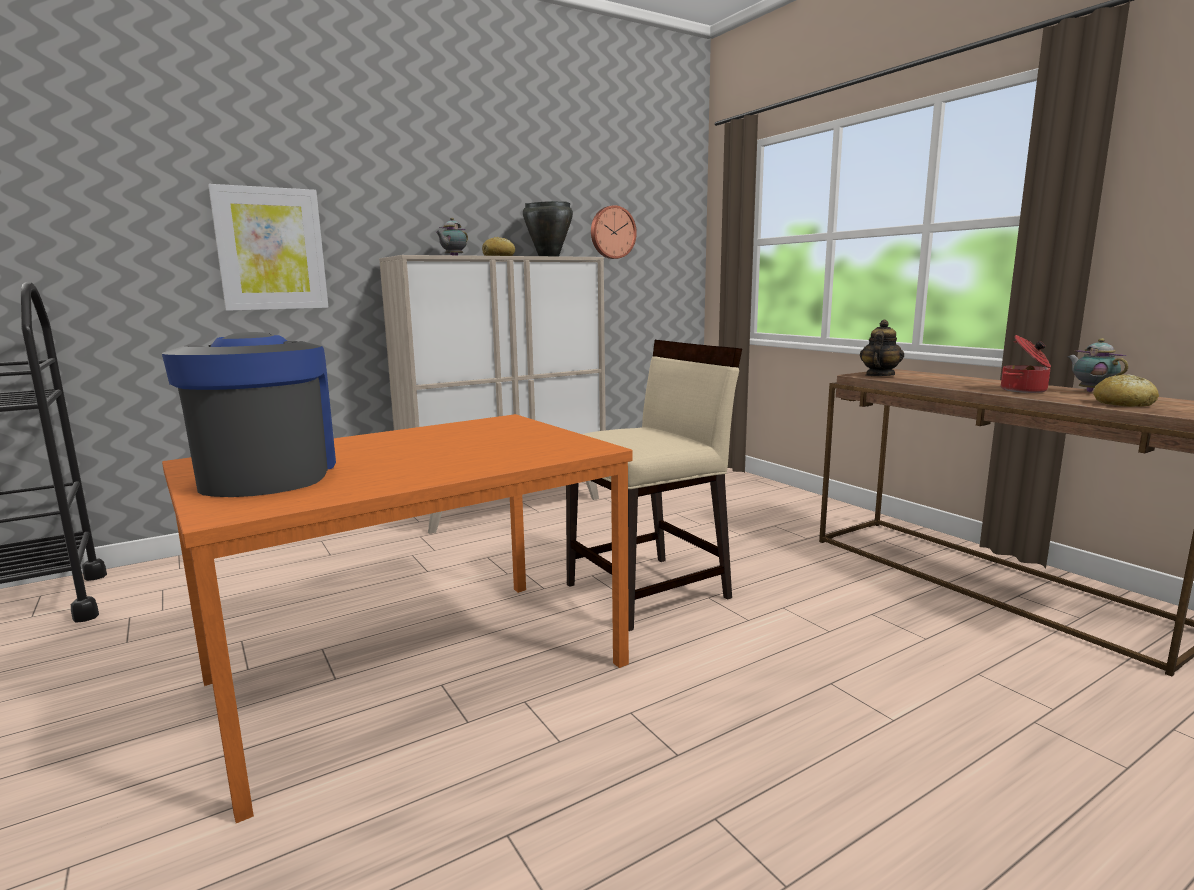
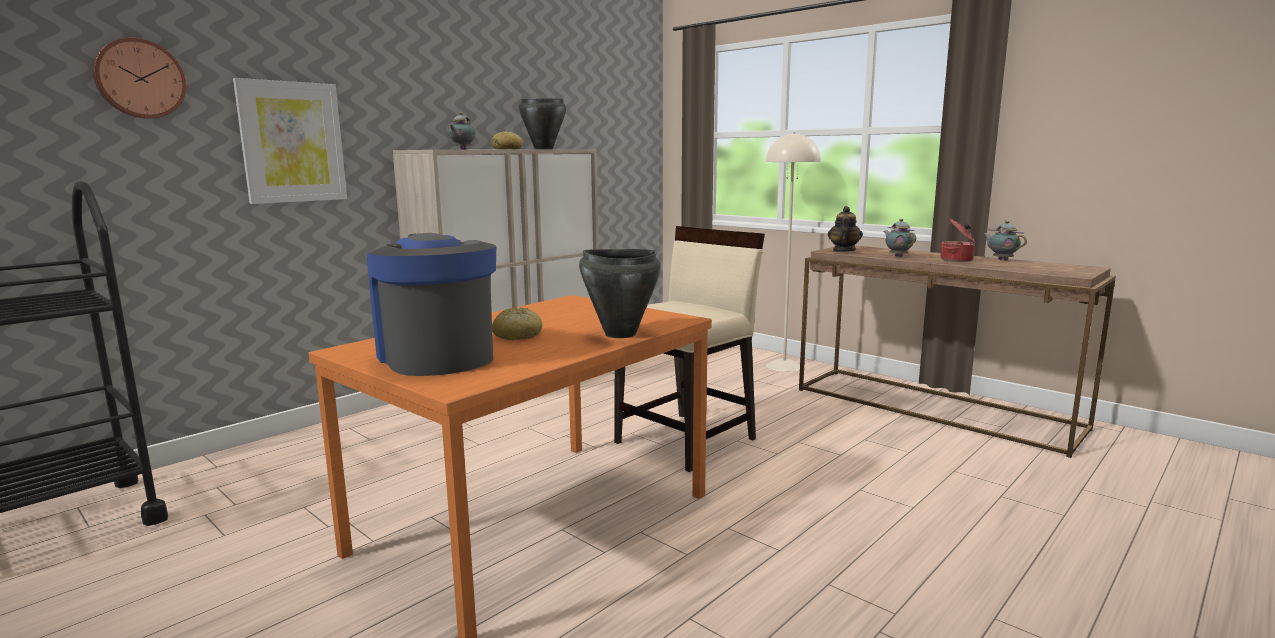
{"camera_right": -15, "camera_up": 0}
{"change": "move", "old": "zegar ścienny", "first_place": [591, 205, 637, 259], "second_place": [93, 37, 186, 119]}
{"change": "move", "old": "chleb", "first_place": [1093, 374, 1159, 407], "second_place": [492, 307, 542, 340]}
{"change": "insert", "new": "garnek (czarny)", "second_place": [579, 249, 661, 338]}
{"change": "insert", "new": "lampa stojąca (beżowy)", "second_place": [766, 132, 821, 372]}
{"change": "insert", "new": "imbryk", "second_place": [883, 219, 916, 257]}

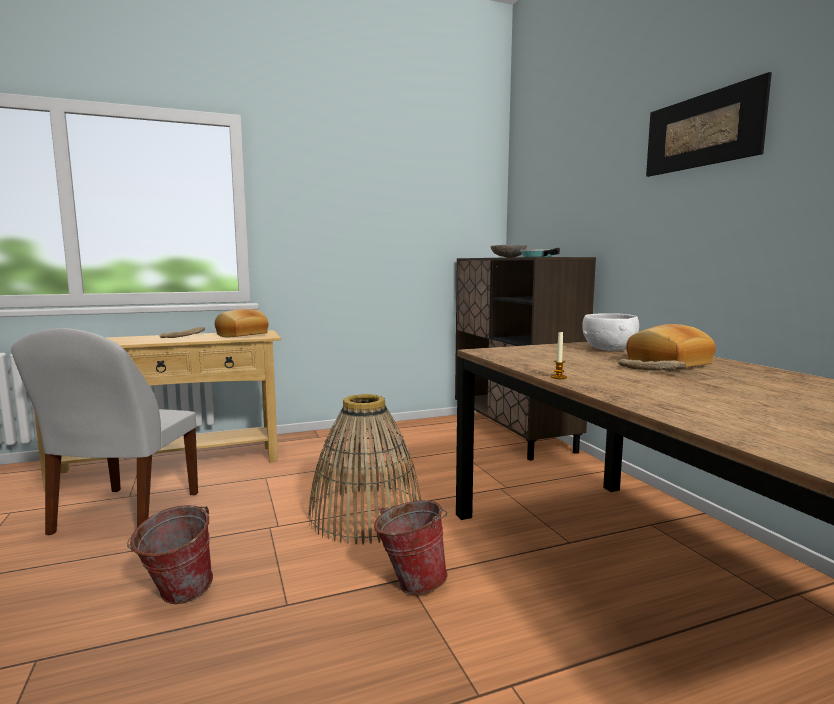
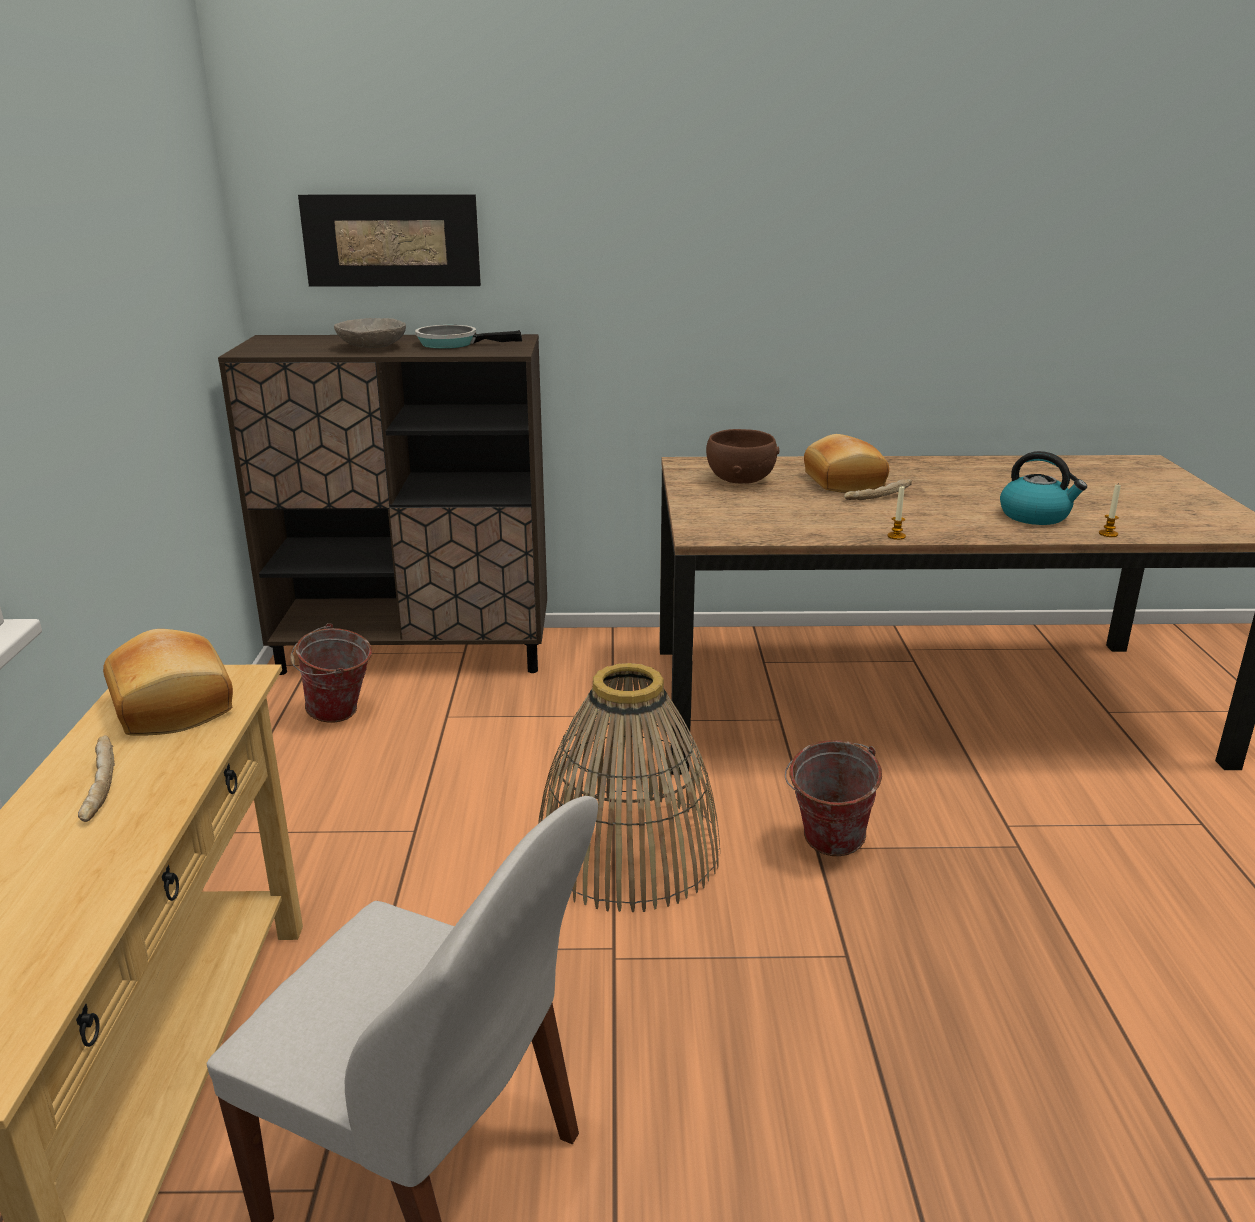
{"camera_right": -70, "camera_up": 15}
{"change": "move", "old": "wiadro", "first_place": [127, 505, 213, 604], "second_place": [290, 623, 372, 722]}
{"change": "move", "old": "obraz", "first_place": [646, 72, 772, 177], "second_place": [298, 194, 481, 287]}
{"change": "recolor", "old": "miska (biały)", "new": "miska (brązowy)", "first_place": [582, 313, 639, 351], "second_place": [706, 429, 779, 484]}
{"change": "insert", "new": "czajnik", "second_place": [1000, 451, 1087, 525]}
{"change": "insert", "new": "świeca", "second_place": [1099, 485, 1121, 537]}

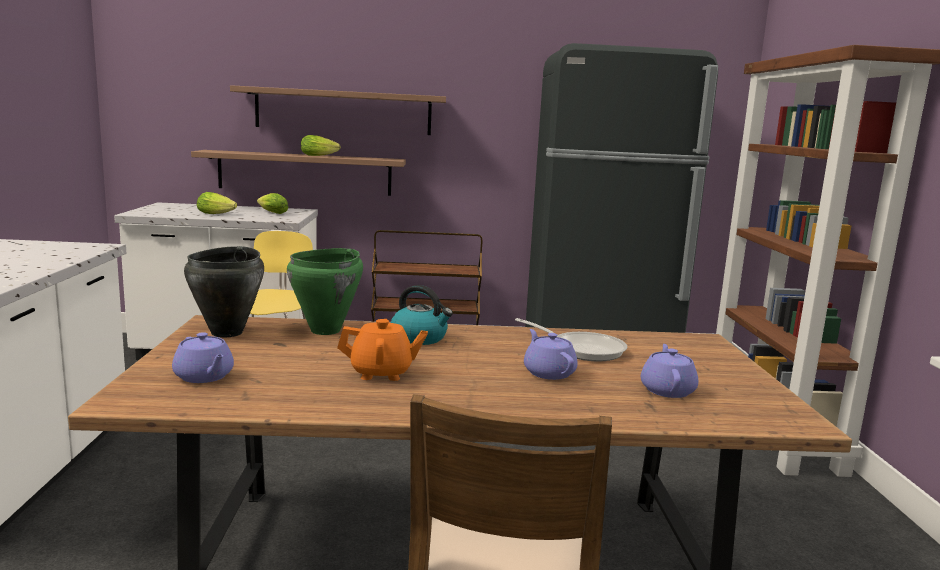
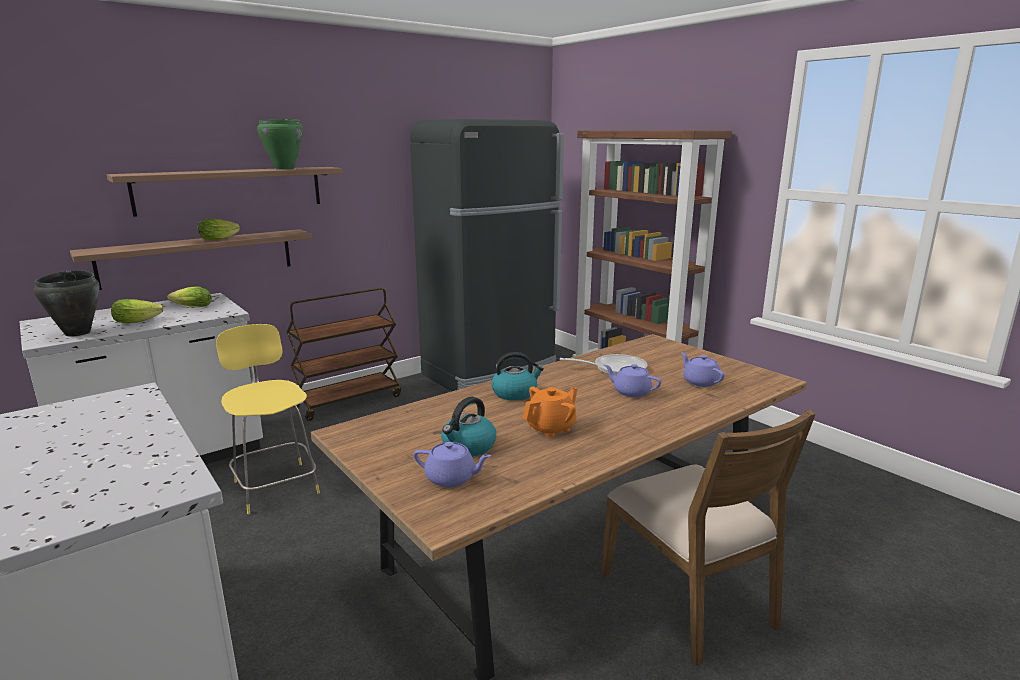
{"camera_right": -35, "camera_up": 5}
{"change": "move", "old": "garnek (czarny)", "first_place": [184, 246, 264, 337], "second_place": [34, 270, 100, 337]}
{"change": "move", "old": "garnek (zielony)", "first_place": [287, 248, 363, 335], "second_place": [257, 119, 303, 170]}
{"change": "insert", "new": "czajnik", "second_place": [441, 397, 496, 457]}

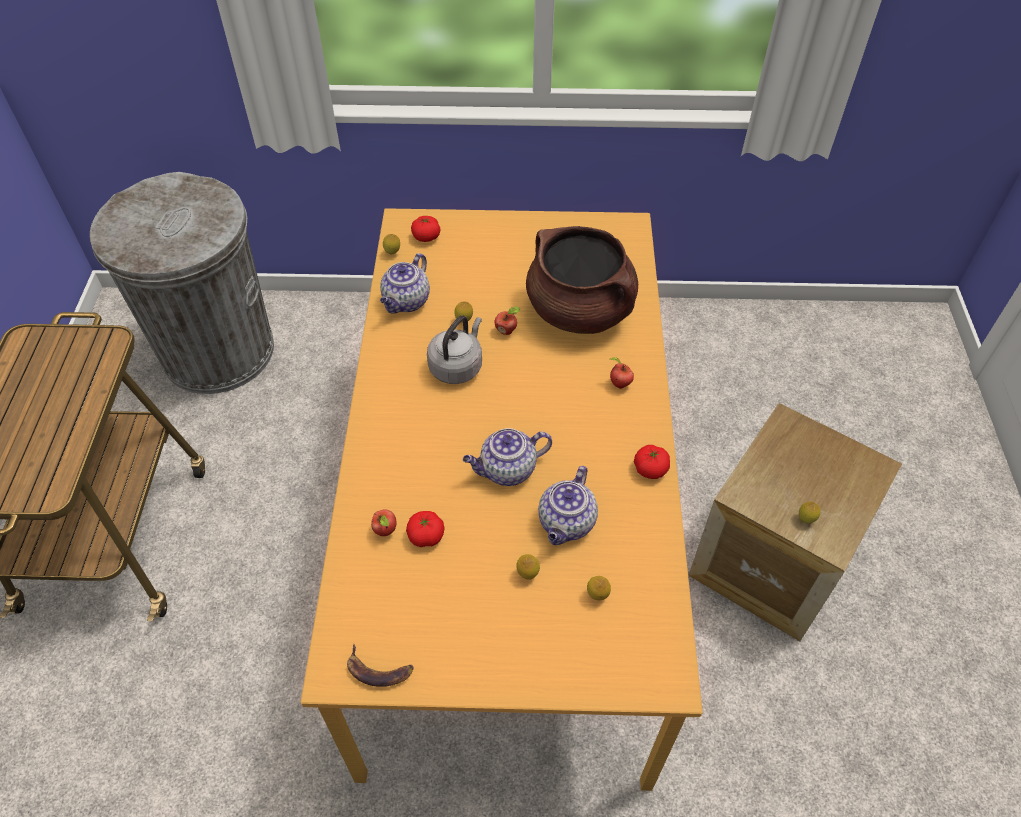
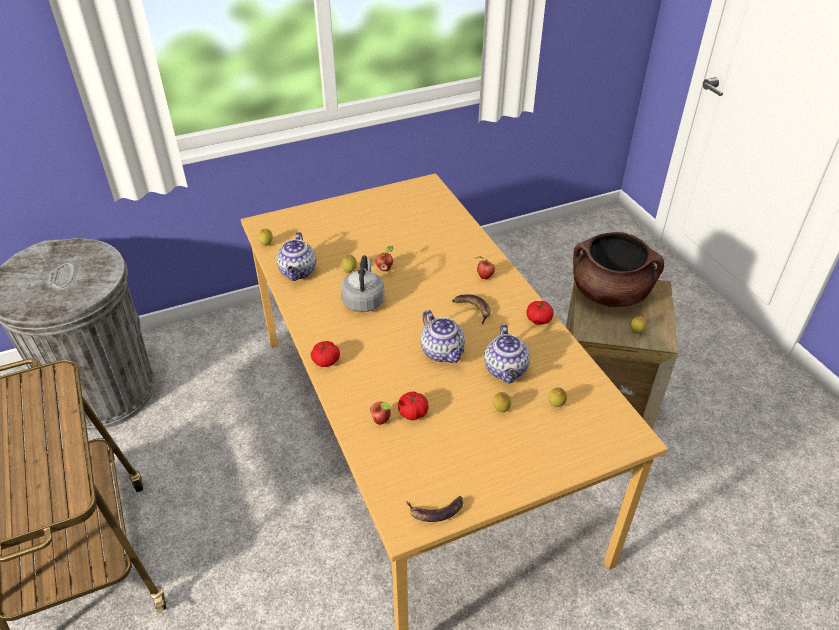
{"camera_right": -25, "camera_up": -10}
{"change": "move", "old": "pomidor", "first_place": [411, 216, 441, 242], "second_place": [311, 341, 340, 367]}
{"change": "rotate", "old": "imbryk", "first_place": [463, 428, 552, 486], "second_place": [421, 310, 465, 363], "degrees": -75}
{"change": "insert", "new": "banan", "second_place": [452, 294, 491, 324]}
{"change": "move", "old": "garnek (brązowy)", "first_place": [526, 226, 638, 334], "second_place": [573, 232, 664, 307]}

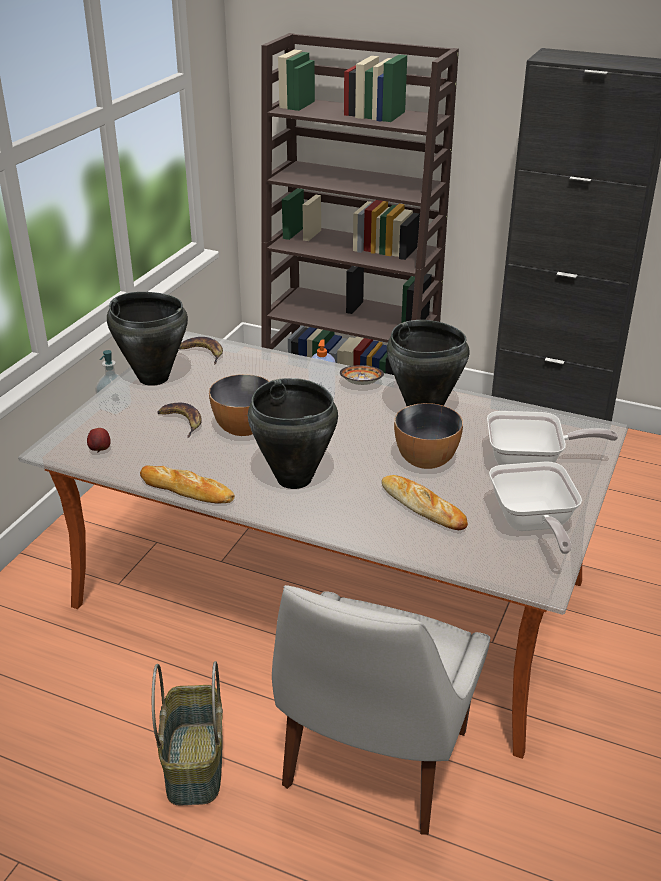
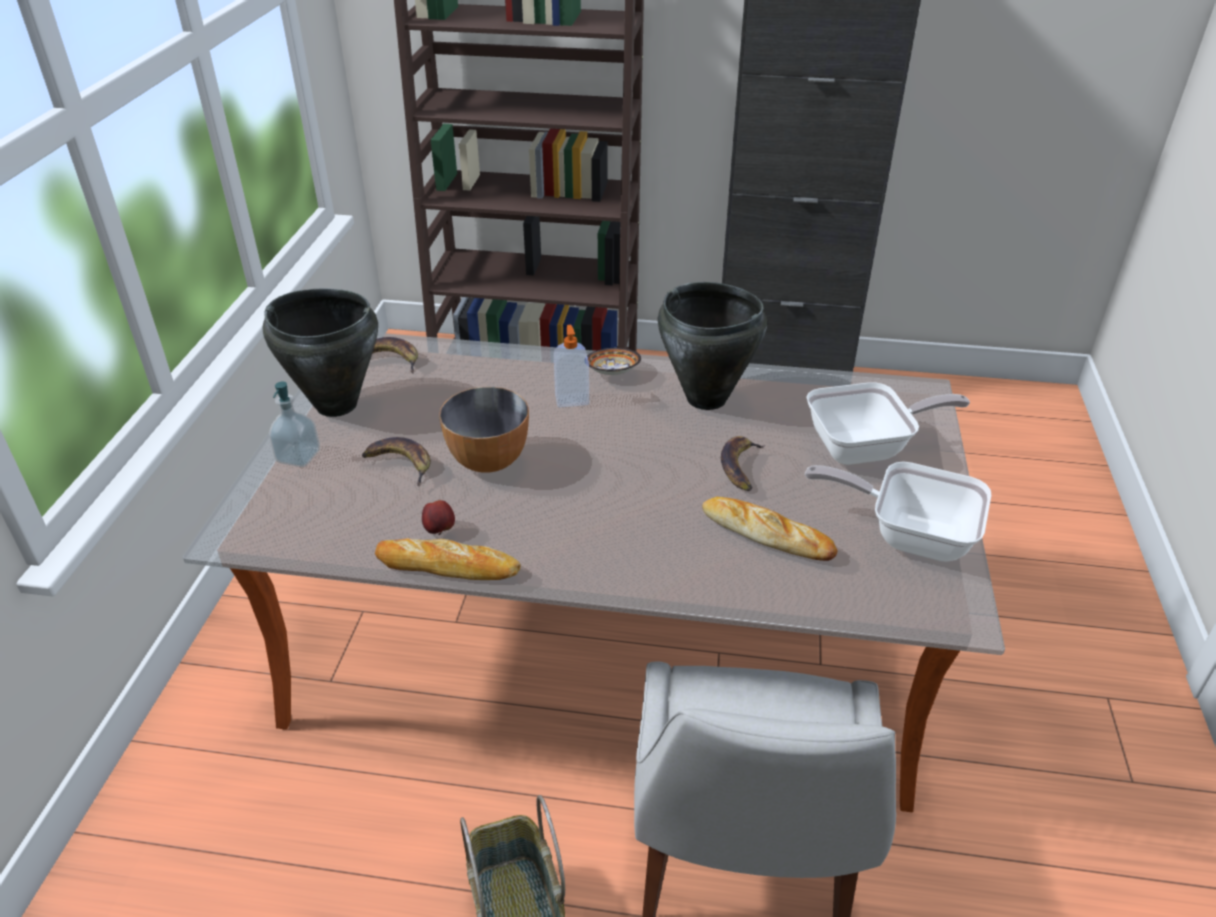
{"camera_right": -15, "camera_up": 5}
{"change": "move", "old": "jabłko", "first_place": [87, 428, 111, 452], "second_place": [422, 500, 455, 535]}
{"change": "replace", "old": "miska", "new": "banan", "first_place": [394, 403, 463, 469], "second_place": [721, 436, 765, 491]}
{"change": "rotate", "old": "patelnia", "first_place": [489, 462, 582, 554], "second_place": [805, 461, 992, 562], "degrees": 135}
{"change": "delete", "old": "garnek (czarny)", "first_place": [248, 378, 338, 489]}

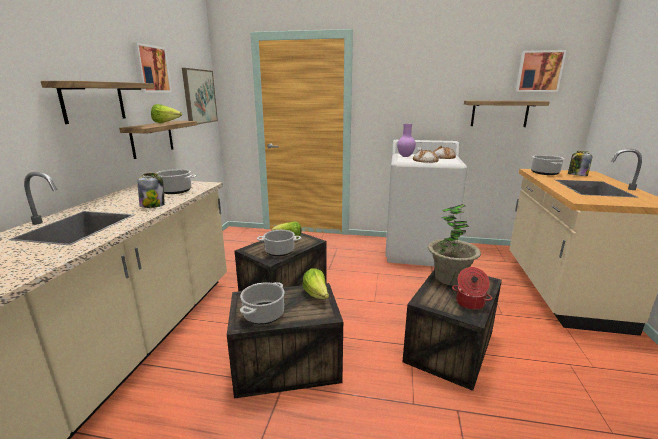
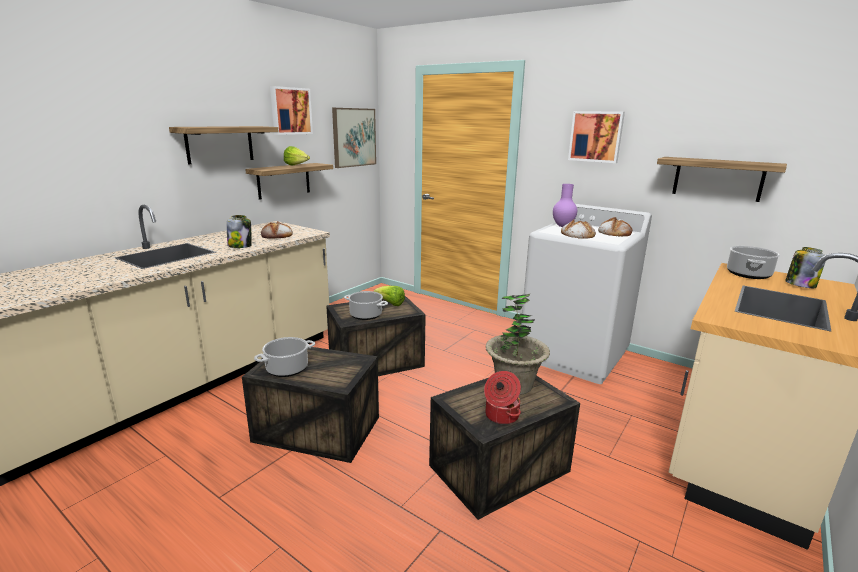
{"camera_right": 25, "camera_up": 0}
{"change": "replace", "old": "garnek", "new": "chleb", "first_place": [156, 169, 196, 194], "second_place": [261, 221, 293, 239]}
{"change": "move", "old": "obraz", "first_place": [515, 50, 567, 92], "second_place": [568, 111, 625, 163]}
{"change": "delete", "old": "sałata", "first_place": [302, 268, 329, 299]}

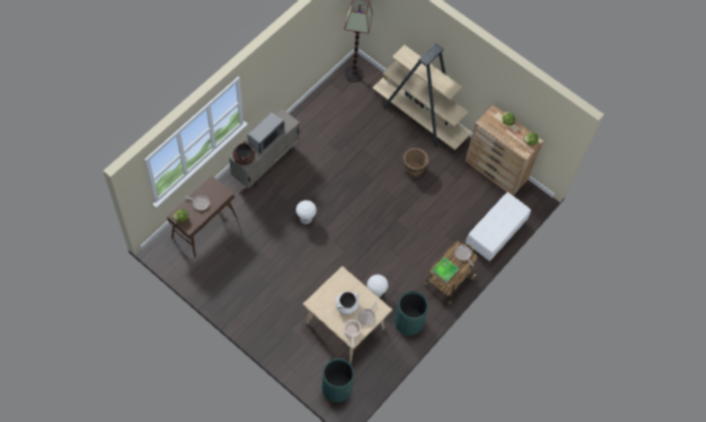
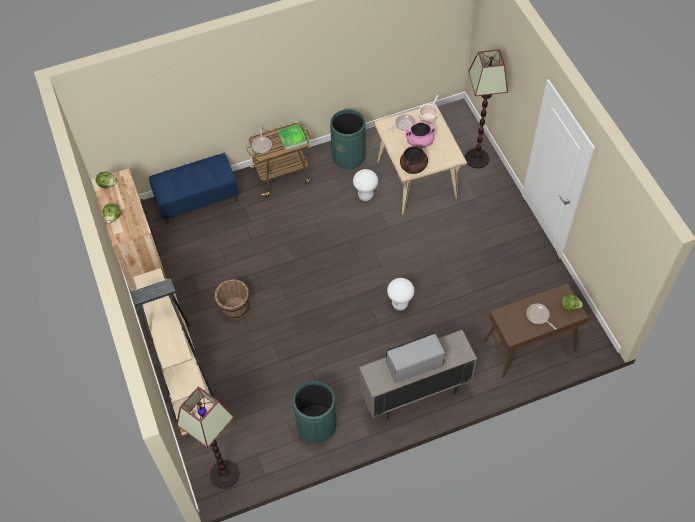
{"camera_right": -145, "camera_up": -5}
{"change": "recolor", "old": "ławka (biały)", "new": "ławka (niebieski)", "first_place": [465, 192, 531, 263], "second_place": [149, 153, 239, 224]}
{"change": "move", "old": "kosz na śmieci (zielony)", "first_place": [322, 358, 354, 402], "second_place": [293, 381, 337, 443]}
{"change": "move", "old": "garnek (brązowy)", "first_place": [233, 141, 255, 165], "second_place": [400, 145, 428, 174]}
{"change": "recolor", "old": "garnek (biały)", "new": "garnek (różowy)", "first_place": [335, 291, 359, 314], "second_place": [405, 122, 435, 148]}
{"change": "insert", "new": "lampa stojąca", "second_place": [465, 49, 508, 168]}

